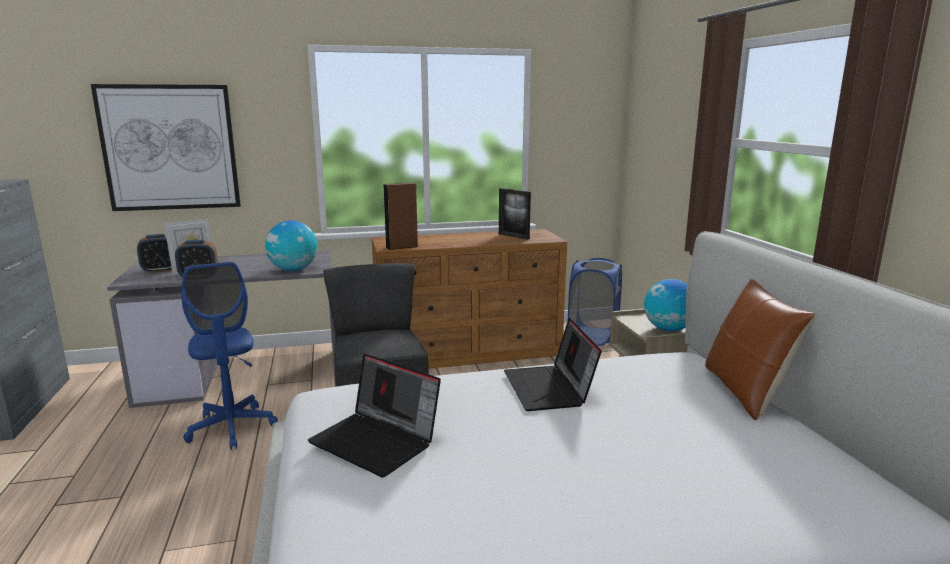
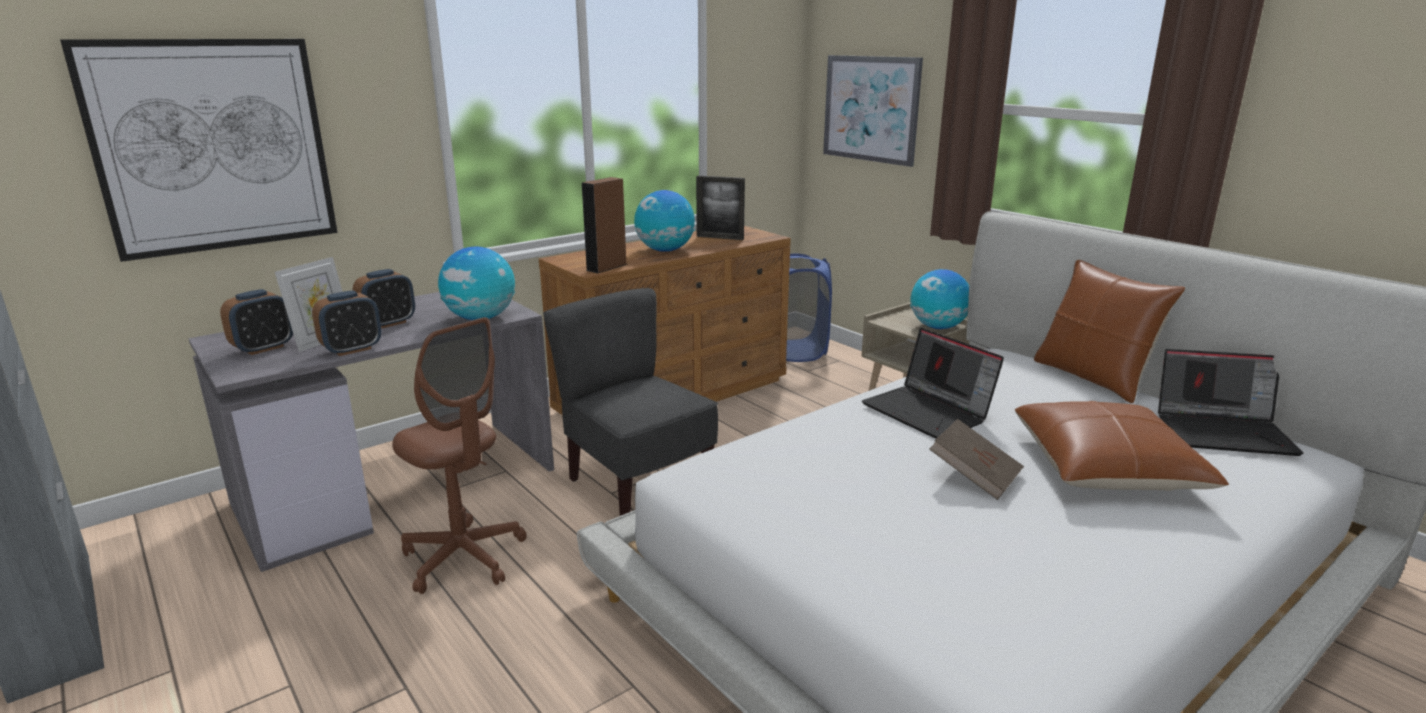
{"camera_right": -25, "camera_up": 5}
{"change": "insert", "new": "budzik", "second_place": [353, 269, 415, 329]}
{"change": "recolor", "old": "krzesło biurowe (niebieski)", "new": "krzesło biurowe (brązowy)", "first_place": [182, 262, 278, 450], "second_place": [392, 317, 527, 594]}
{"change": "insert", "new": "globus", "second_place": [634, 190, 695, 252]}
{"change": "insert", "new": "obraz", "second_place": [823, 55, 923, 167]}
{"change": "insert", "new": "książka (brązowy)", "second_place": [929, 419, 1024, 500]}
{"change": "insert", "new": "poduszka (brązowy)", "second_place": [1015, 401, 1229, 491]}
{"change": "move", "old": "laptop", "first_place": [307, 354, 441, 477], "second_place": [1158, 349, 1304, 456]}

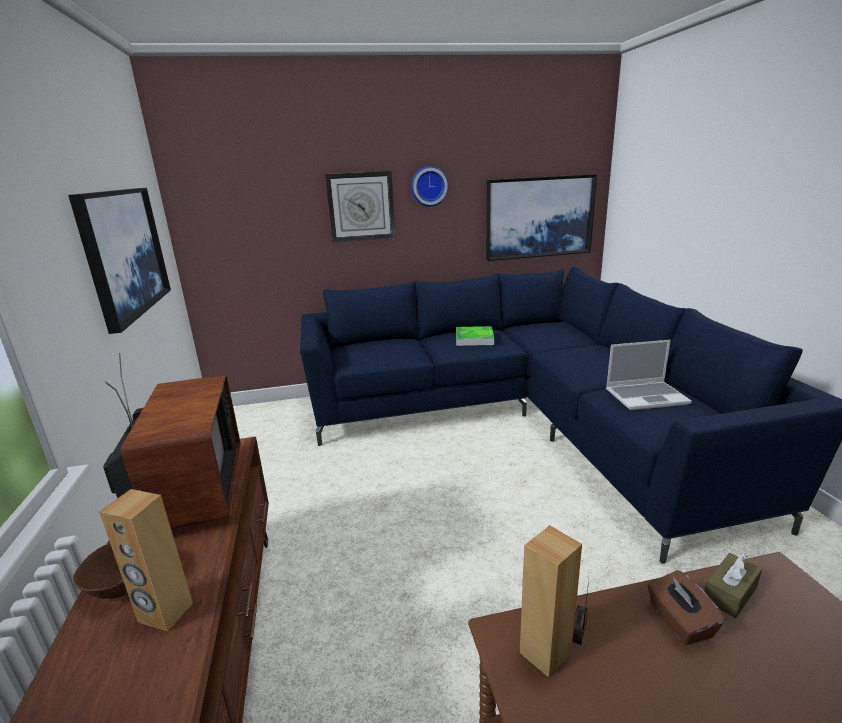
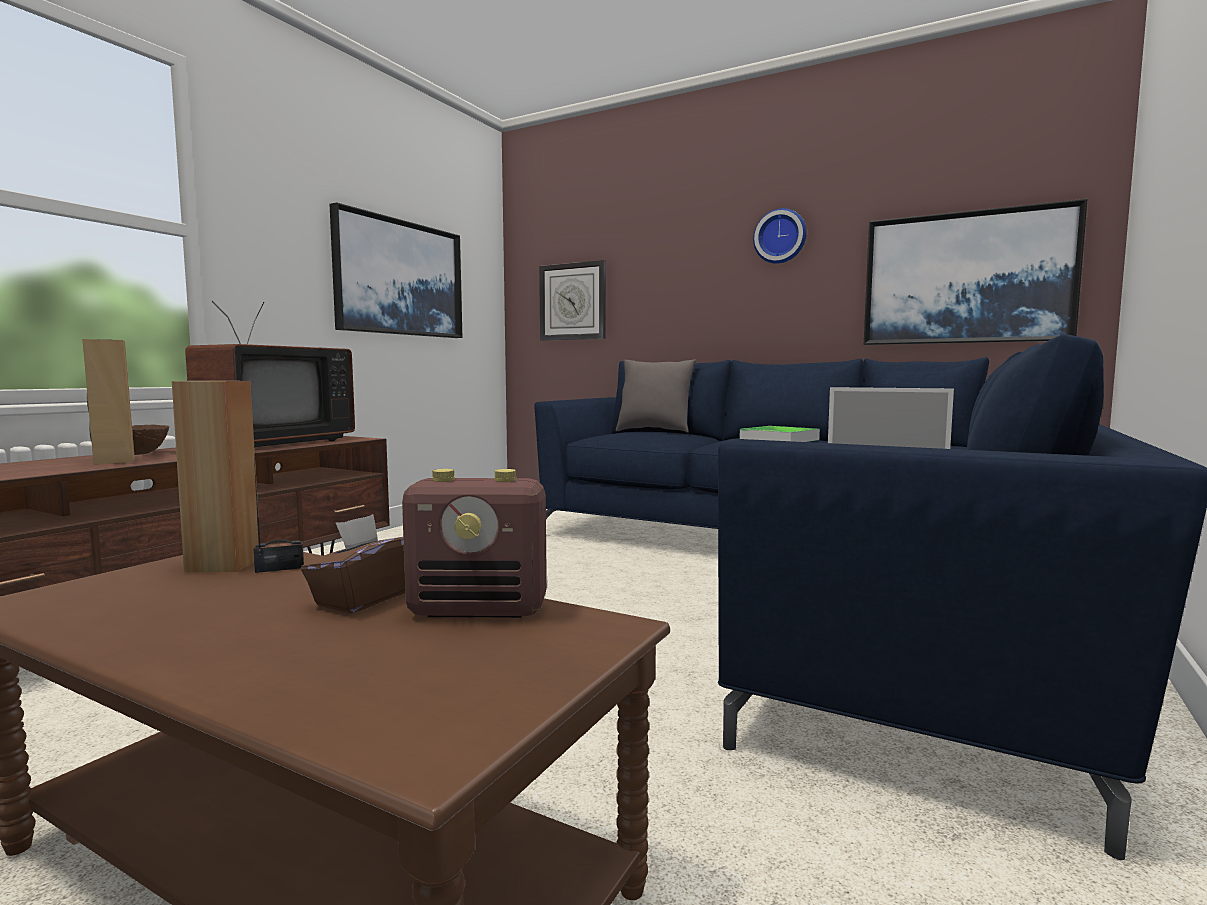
{"camera_right": 40, "camera_up": -15}
{"change": "replace", "old": "pudełko chusteczek (brązowy)", "new": "radio", "first_place": [704, 553, 762, 618], "second_place": [402, 469, 547, 618]}
{"change": "move", "old": "zegar ścienny", "first_place": [325, 171, 396, 243], "second_place": [539, 260, 606, 341]}
{"change": "insert", "new": "poduszka (szary)", "second_place": [616, 359, 697, 433]}

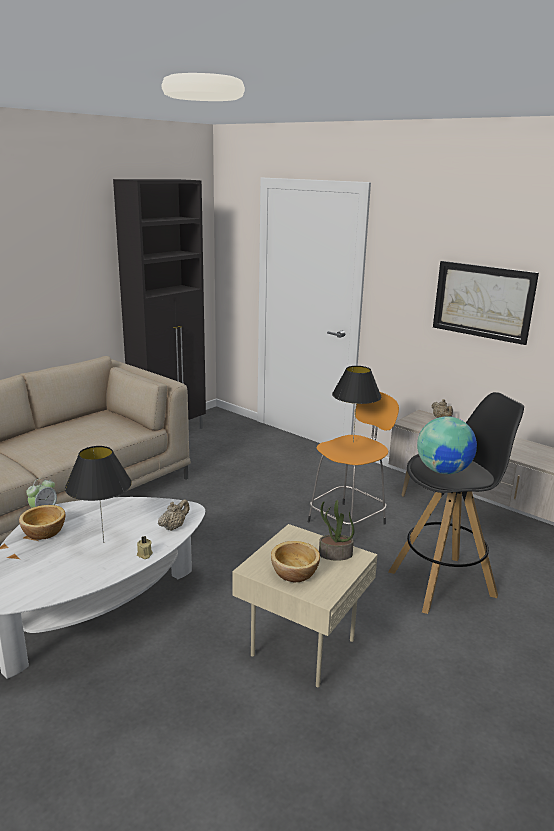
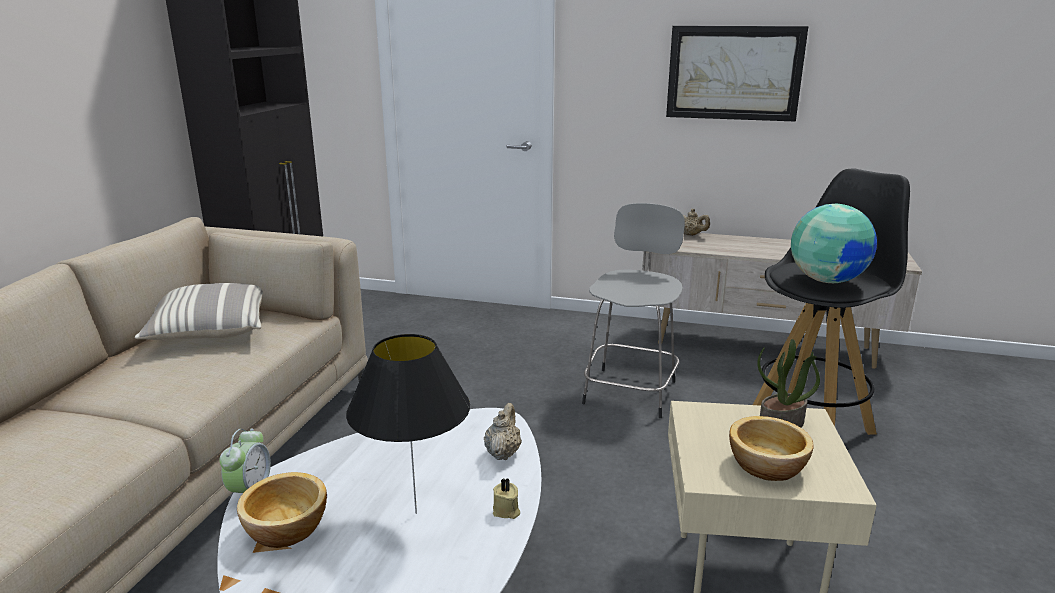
{"camera_right": -25, "camera_up": 0}
{"change": "insert", "new": "poduszka", "second_place": [135, 283, 263, 340]}
{"change": "recolor", "old": "stołek (pomarańczowy)", "new": "stołek (szary)", "first_place": [308, 392, 399, 537], "second_place": [582, 203, 685, 418]}
{"change": "delete", "old": "lampa stołowa (czarny)", "first_place": [332, 366, 382, 442]}

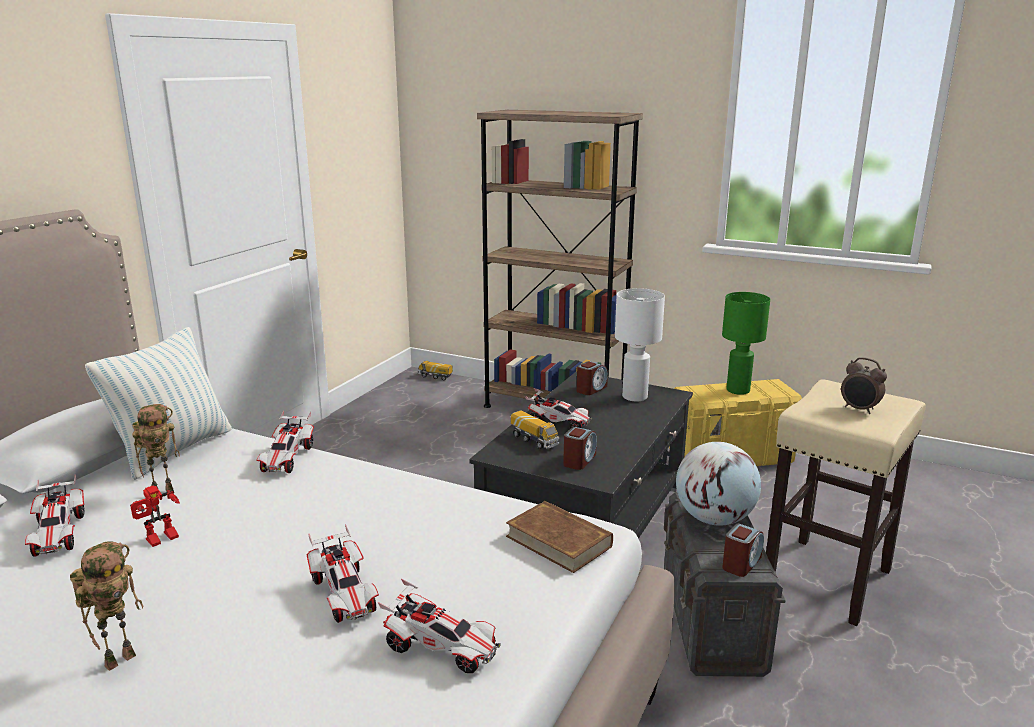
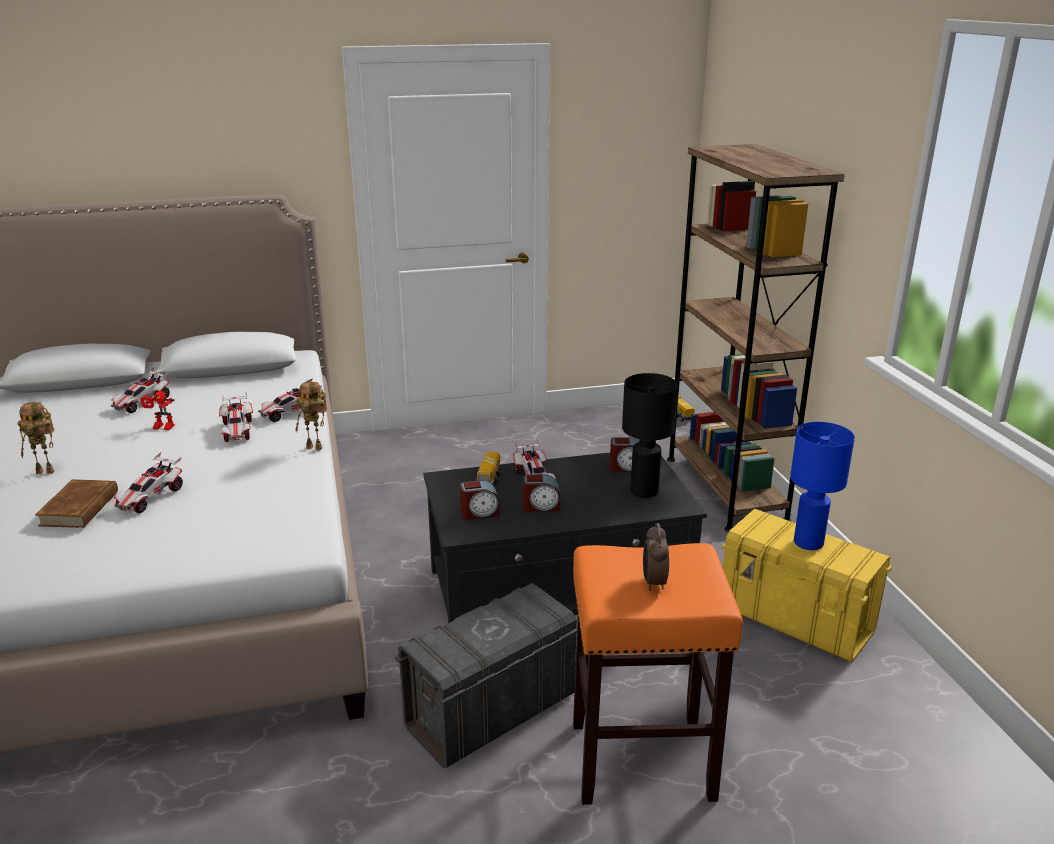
{"camera_right": 50, "camera_up": 5}
{"change": "move", "old": "książka (brązowy)", "first_place": [506, 501, 613, 573], "second_place": [35, 479, 118, 528]}
{"change": "move", "old": "samochodzik", "first_place": [378, 578, 501, 673], "second_place": [219, 393, 253, 442]}
{"change": "move", "old": "robot zabawkowy", "first_place": [132, 404, 180, 492], "second_place": [296, 381, 327, 450]}
{"change": "move", "old": "budzik", "first_place": [722, 523, 764, 577], "second_place": [523, 474, 560, 512]}
{"change": "recolor", "old": "stołek (beżowy)", "new": "stołek (pomarańczowy)", "first_place": [766, 379, 926, 626], "second_place": [573, 543, 743, 805]}
{"change": "recolor", "old": "lampa stołowa (biały)", "new": "lampa stołowa (czarny)", "first_place": [615, 288, 665, 401], "second_place": [622, 373, 678, 498]}
{"change": "recolor", "old": "lampa stołowa (zielony)", "new": "lampa stołowa (niebieski)", "first_place": [722, 292, 770, 395], "second_place": [790, 422, 855, 550]}
{"change": "delete", "old": "poduszka", "first_place": [85, 327, 231, 480]}
{"change": "delete", "old": "globus", "first_place": [676, 442, 761, 526]}

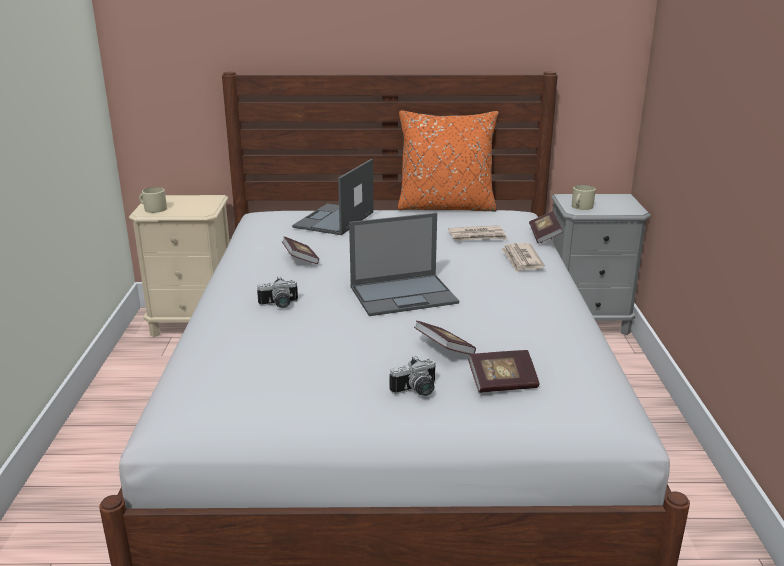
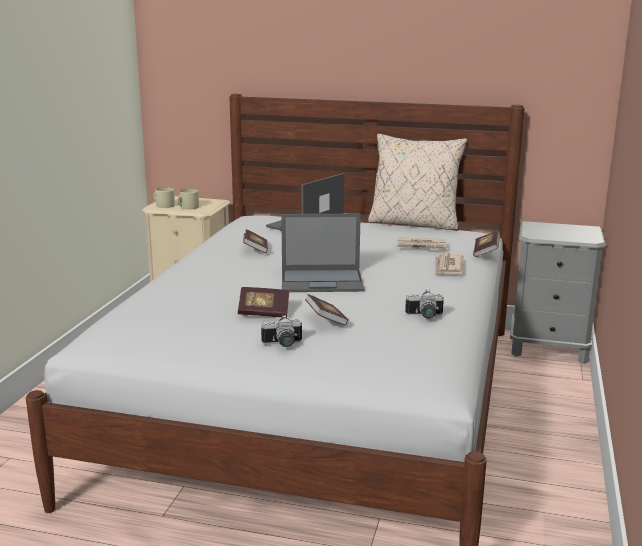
{"camera_right": 15, "camera_up": -5}
{"change": "move", "old": "kubek (beżowy)", "first_place": [572, 185, 596, 210], "second_place": [176, 189, 199, 210]}
{"change": "move", "old": "książka", "first_place": [468, 350, 539, 393], "second_place": [238, 287, 289, 317]}
{"change": "recolor", "old": "poduszka (pomarańczowy)", "new": "poduszka (beżowy)", "first_place": [397, 111, 499, 212], "second_place": [368, 134, 467, 231]}
{"change": "move", "old": "aparat fotograficzny", "first_place": [257, 276, 298, 308], "second_place": [405, 290, 444, 319]}

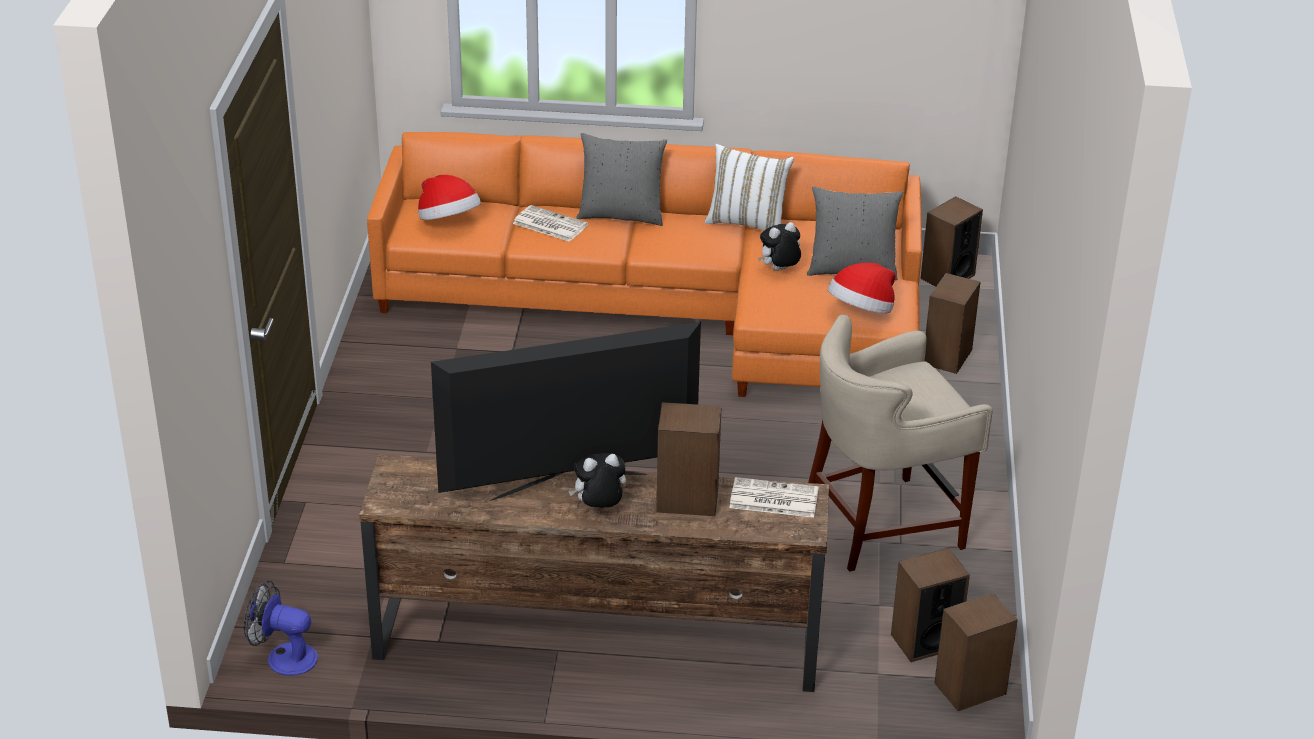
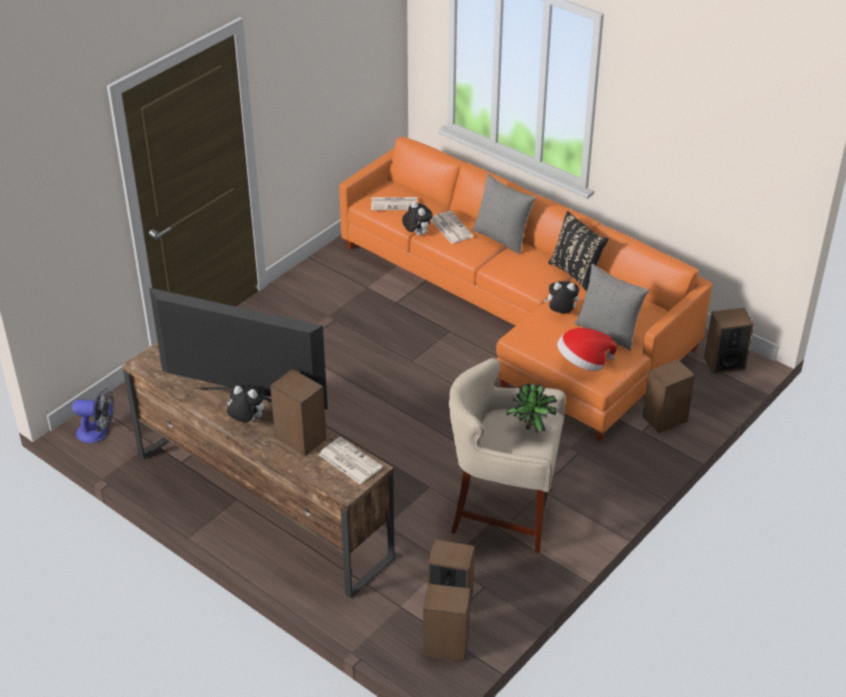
{"camera_right": 35, "camera_up": 5}
{"change": "rotate", "old": "wentylator", "first_place": [244, 581, 318, 676], "second_place": [72, 388, 114, 443], "degrees": 135}
{"change": "replace", "old": "kapelusz", "new": "gazeta", "first_place": [418, 175, 481, 220], "second_place": [371, 197, 417, 210]}
{"change": "insert", "new": "pluszak", "second_place": [402, 202, 433, 236]}
{"change": "insert", "new": "roślina doniczkowa", "second_place": [506, 383, 557, 433]}
{"change": "recolor", "old": "poduszka (biały)", "new": "poduszka (czarny)", "first_place": [704, 144, 794, 231], "second_place": [548, 211, 608, 291]}

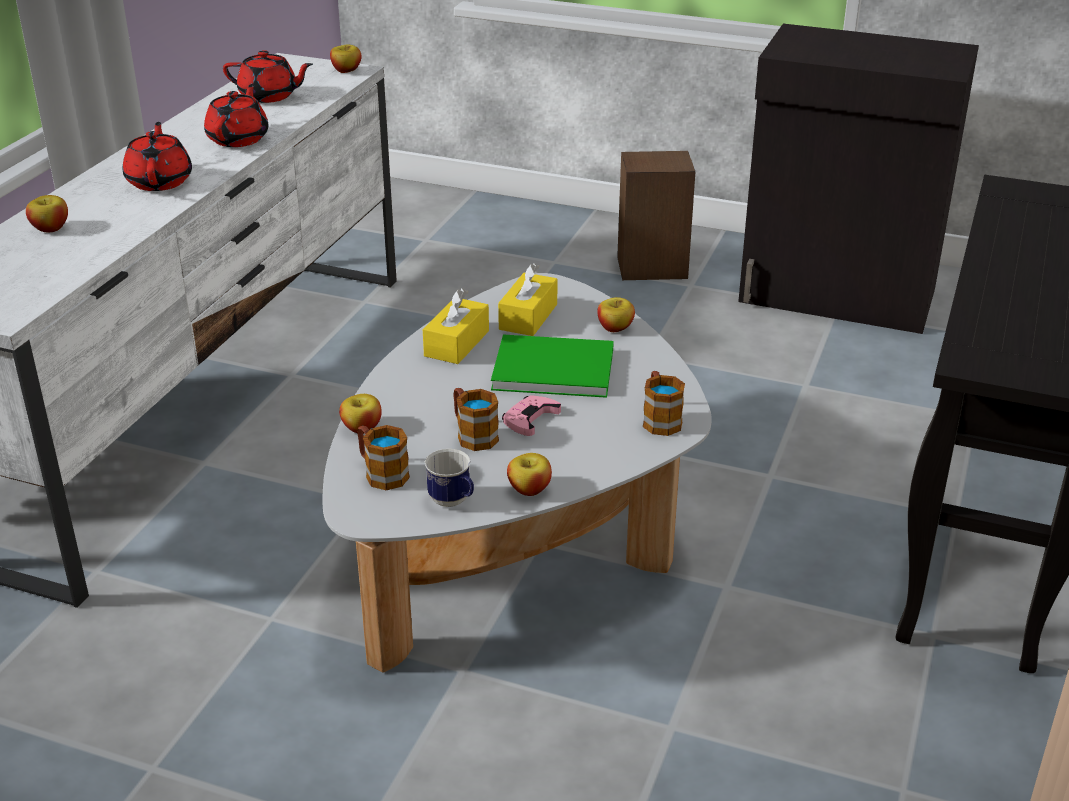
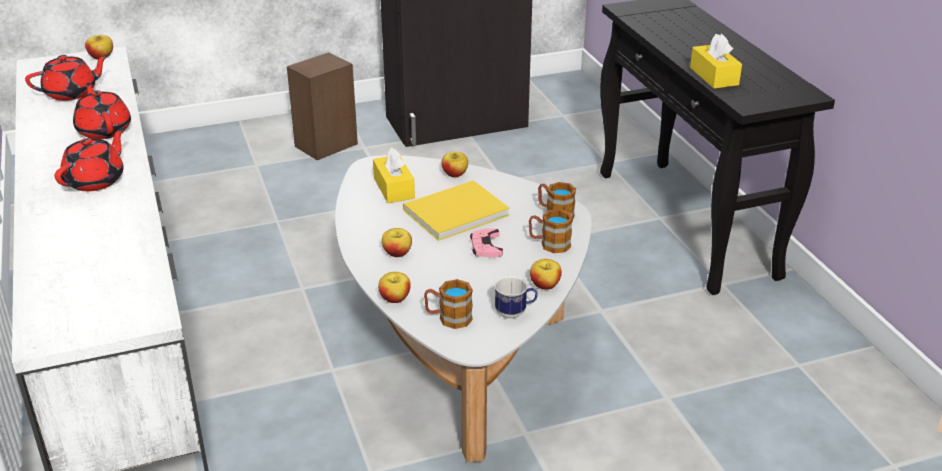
{"camera_right": -40, "camera_up": 0}
{"change": "rotate", "old": "imbryk (czerwony)", "first_place": [123, 122, 192, 191], "second_place": [55, 128, 124, 191], "degrees": 75}
{"change": "move", "old": "jabłko", "first_place": [26, 195, 68, 232], "second_place": [382, 228, 412, 257]}
{"change": "recolor", "old": "książka (zielony)", "new": "książka (żółty)", "first_place": [491, 334, 614, 398], "second_place": [403, 180, 510, 241]}
{"change": "move", "old": "kubek", "first_place": [453, 388, 499, 451], "second_place": [529, 209, 573, 253]}
{"change": "move", "old": "pudełko chusteczek (żółty)", "first_place": [423, 288, 489, 364], "second_place": [690, 34, 742, 89]}

